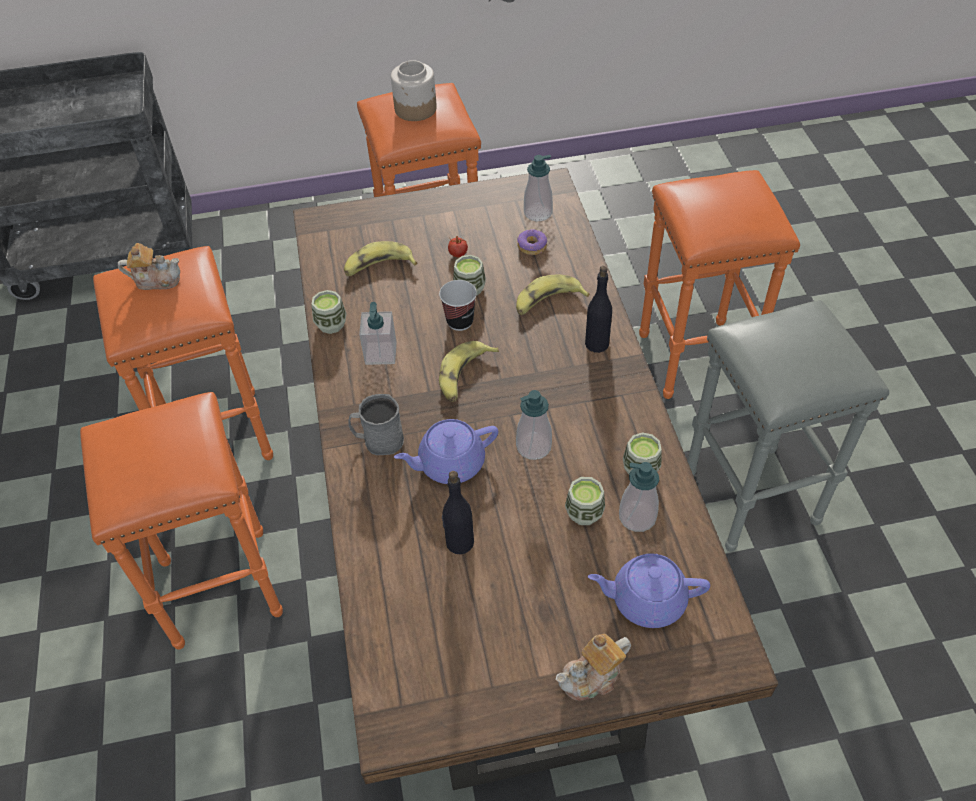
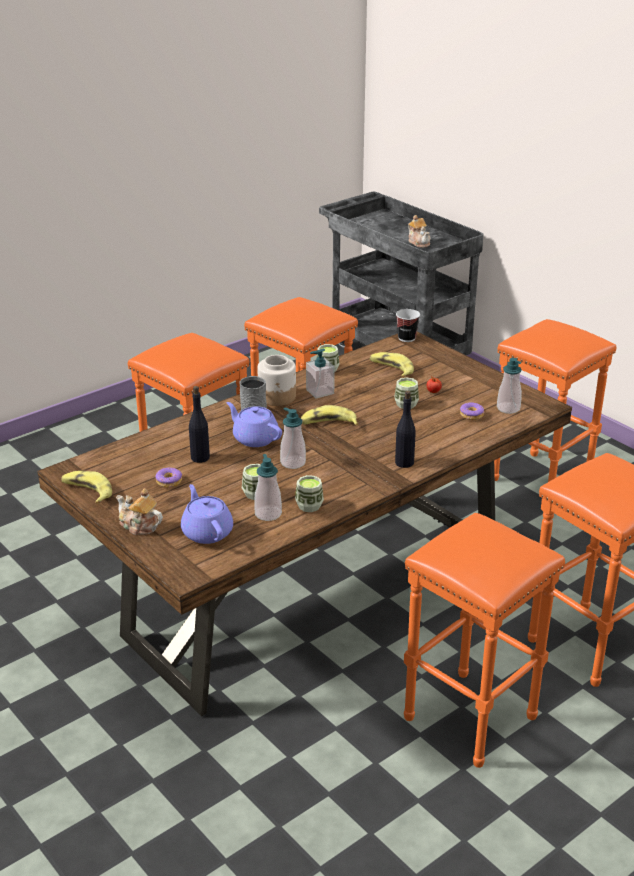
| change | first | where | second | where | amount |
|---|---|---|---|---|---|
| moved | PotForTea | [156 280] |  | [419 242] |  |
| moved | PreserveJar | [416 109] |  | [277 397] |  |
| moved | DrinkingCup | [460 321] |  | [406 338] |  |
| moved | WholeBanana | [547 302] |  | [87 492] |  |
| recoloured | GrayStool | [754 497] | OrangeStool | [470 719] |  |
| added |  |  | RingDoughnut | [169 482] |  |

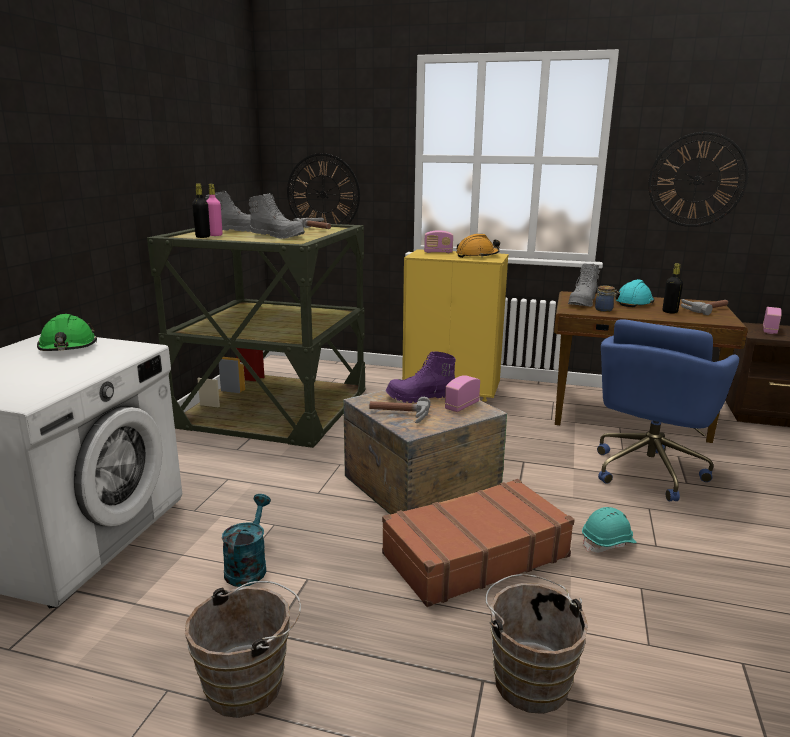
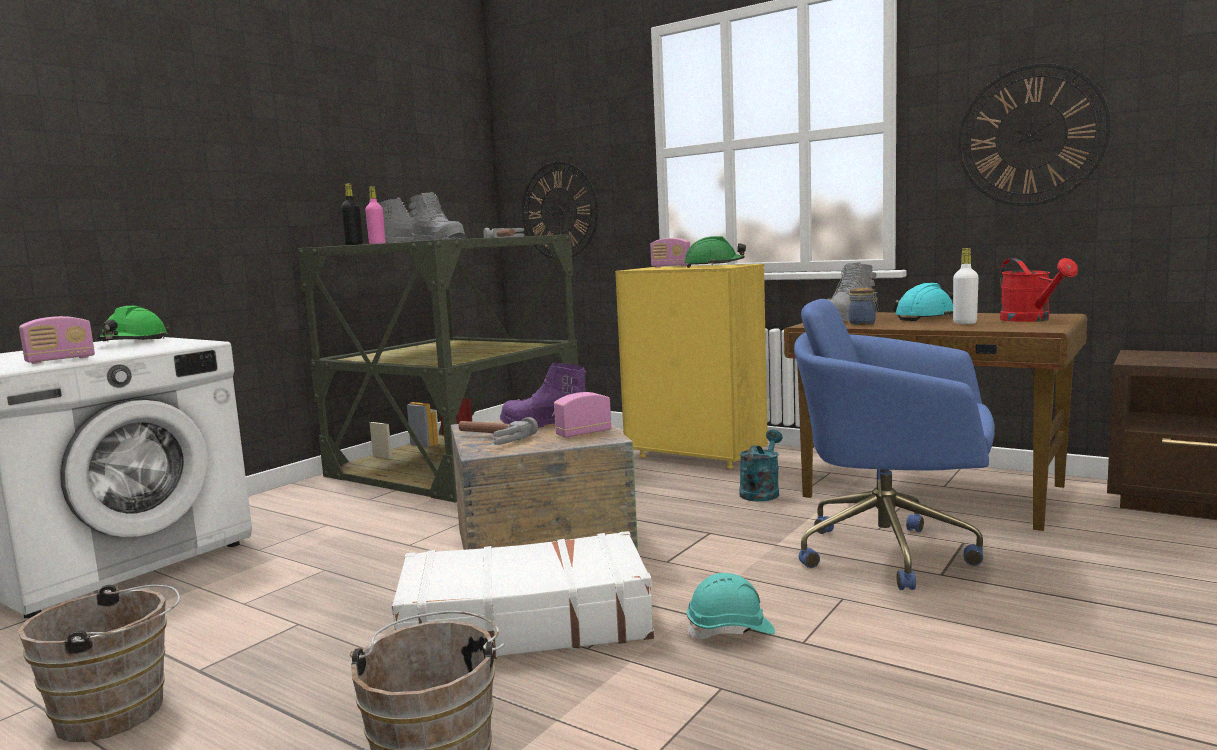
| change | first | where | second | where | amount |
|---|---|---|---|---|---|
| moved | TurquoiseColouredWateringPot | [248 566] |  | [761 492] |  |
| recoloured | BrownTravelCase | [474 555] | WhiteTravelCase | [524 623] |  |
| recoloured | OrangeSafetyHelmet | [477 256] | GreenColouredSafetyHelmet | [714 266] |  |
| turned | BluishComputerChair | [649 470] |  | [893 555] | 60 degrees clockwise |
| recoloured | BlackishDrinkBottle | [670 312] | WhiteDrinkBottle | [964 323] |  |
| replaced | Hammer | [704 309] | RedWateringPot | [1031 320] |  |
| moved | RadioSet | [769 330] |  | [60 360] |  |

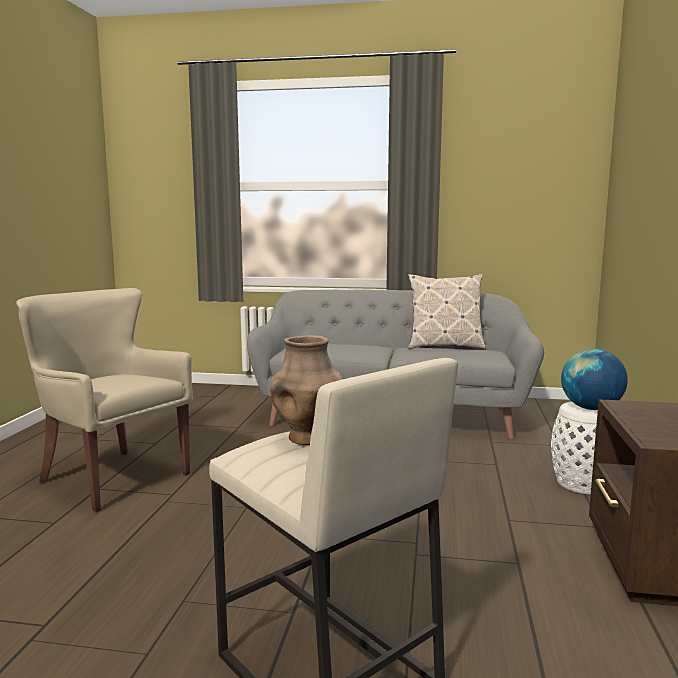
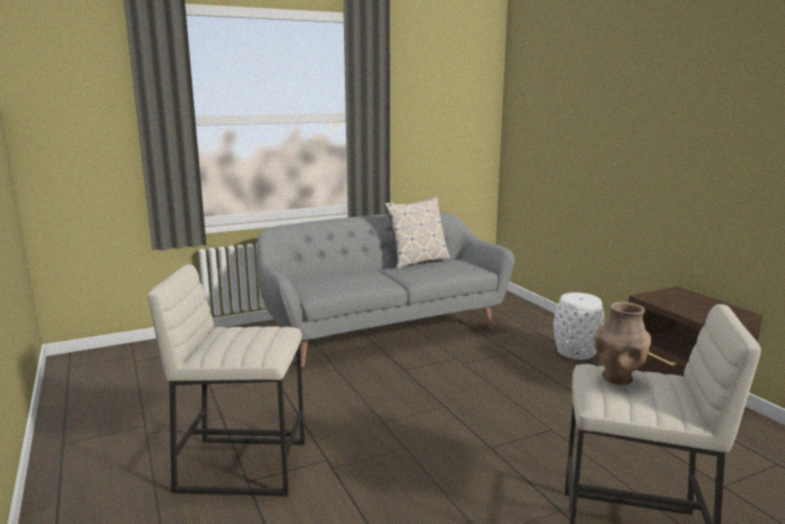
| change | first | where | second | where | amount |
|---|---|---|---|---|---|
| replaced | BeigeArmchair | [112 477] | BeigeStool | [242 466] |  |
| removed | WorldGlobe | [591 408] |  |  |  |

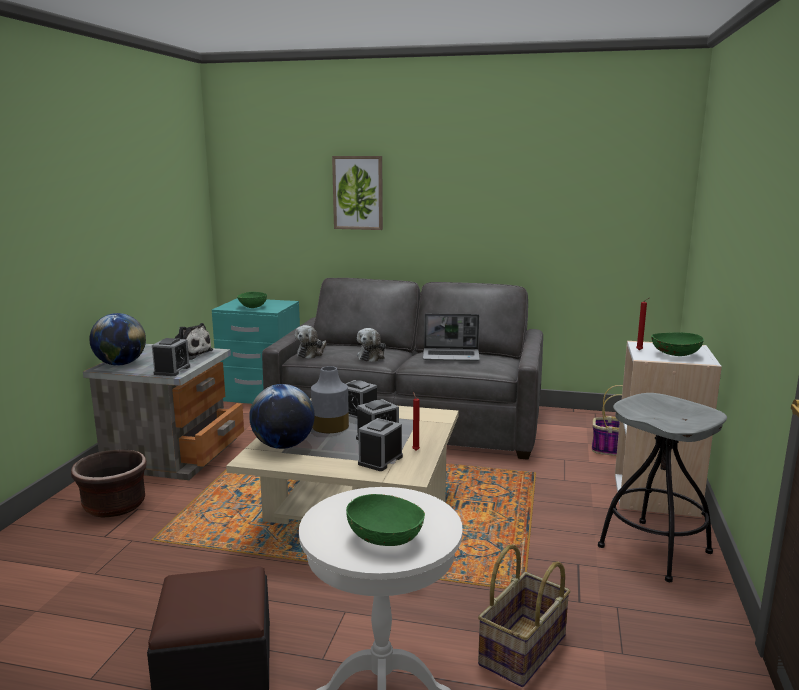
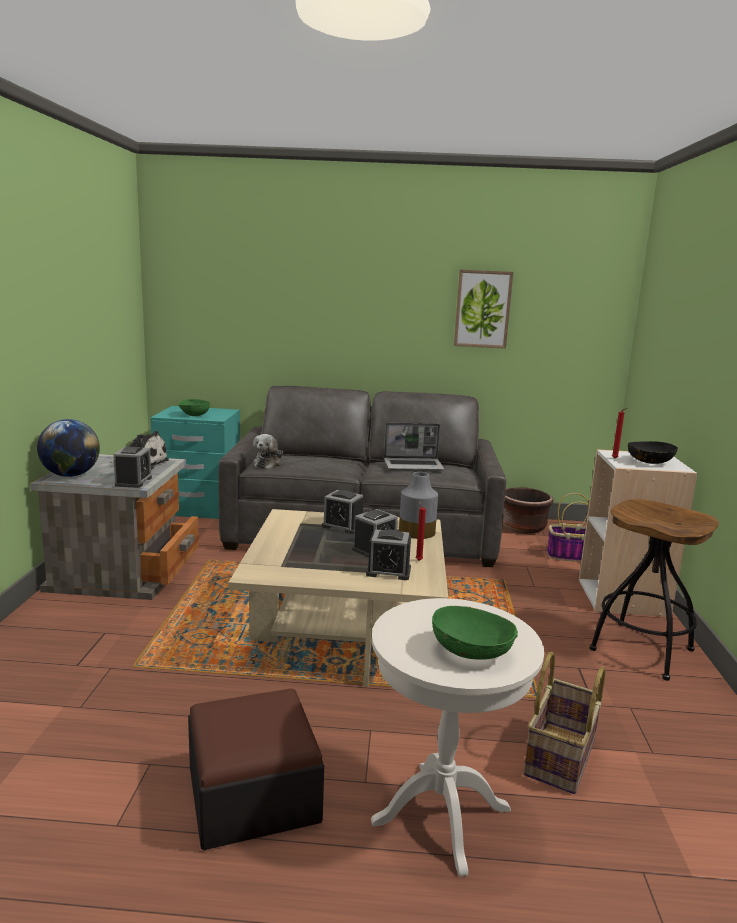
| change | first | where | second | where | amount |
|---|---|---|---|---|---|
| moved | BrownPlantPot | [114 506] |  | [522 527] |  |
| removed | WorldGlobe | [283 446] |  |  |  |
| moved | GrayDecorativeVase | [330 426] |  | [416 531] |  |
| moved | WallPicture | [358 193] |  | [482 309] |  |
| removed | CuddlyToy | [372 356] |  |  |  |
| turned | AlarmClock | [380 460] |  | [388 571] | 105 degrees counterclockwise |
| recoloured | GrayStool | [655 549] | BrownStool | [642 649] |  |
| recoloured | GreenColouredServingBowl | [675 355] | BlackishServingBowl | [649 463] |  |

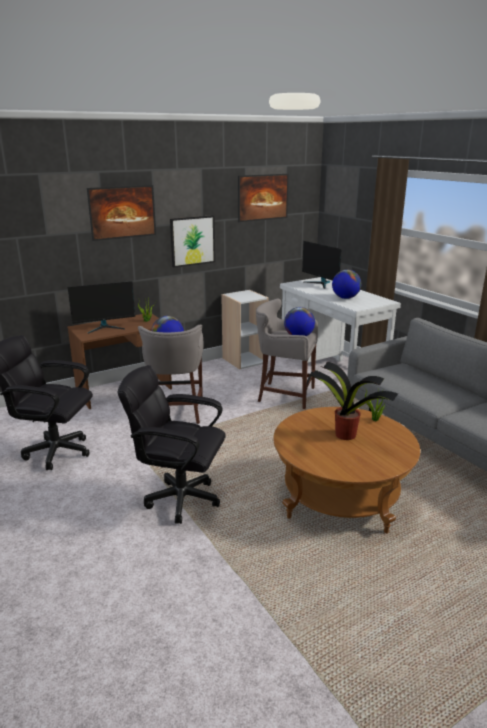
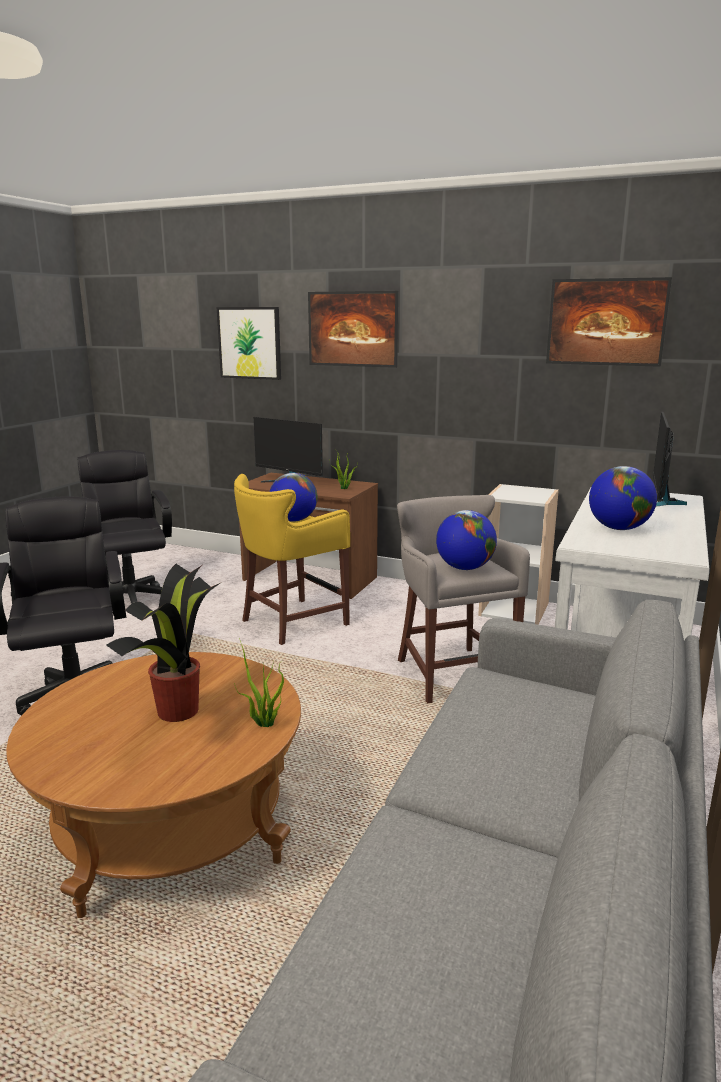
| change | first | where | second | where | amount |
|---|---|---|---|---|---|
| recoloured | GrayStool | [175 413] | YellowStool | [291 622] |  |
| moved | WallPicture | [192 241] |  | [250 343] |  |

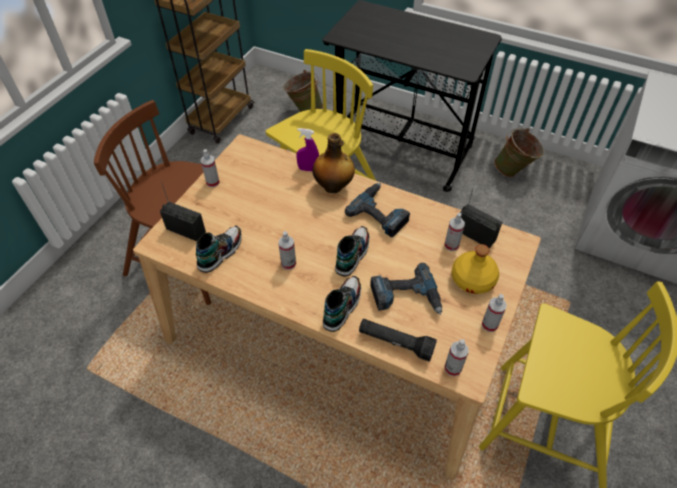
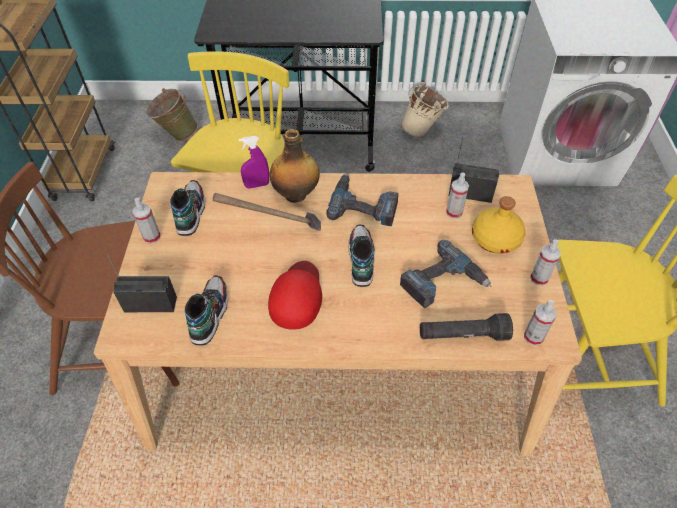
| change | first | where | second | where | amount |
|---|---|---|---|---|---|
| replaced | HandSprayer | [288 263] | RedCap | [297 296] |  |
| moved | LowShoe | [342 307] |  | [190 213] |  |
| recoloured | GreenColouredBucket | [514 172] | BeigeBucket | [422 131] |  |
| added |  |  | Hammer | [277 234] |  |

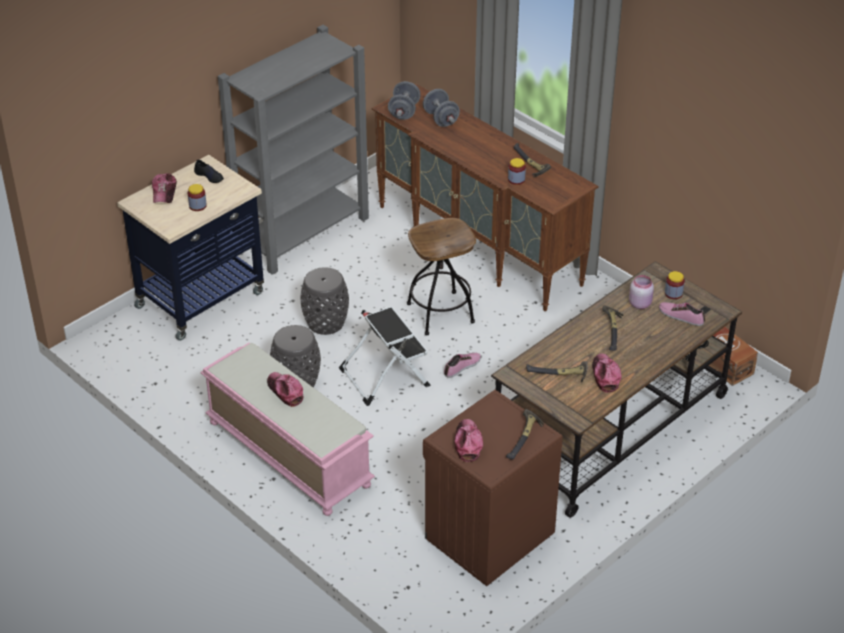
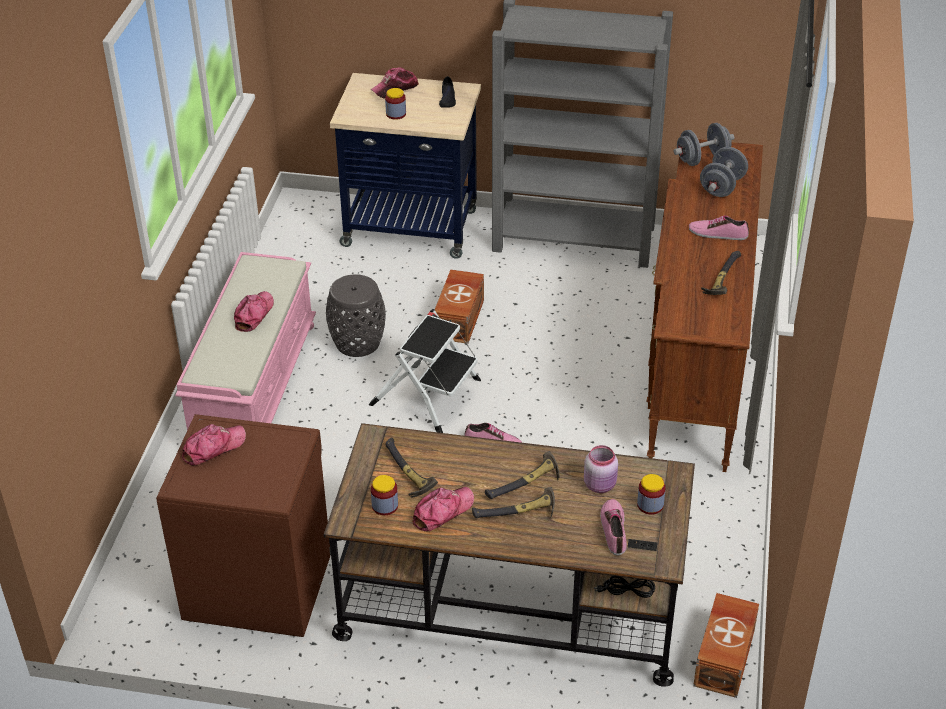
| change | first | where | second | where | amount |
|---|---|---|---|---|---|
| replaced | GrayStool | [326 323] | BrownStorageContainer | [460 318] |  |
| removed | BrownStool | [441 312] |  |  |  |
| moved | Hammer | [524 439] |  | [517 514] |  |
| moved | PreserveJar | [516 179] |  | [385 506] |  |
| added |  |  | LowShoe | [718 233] |  |

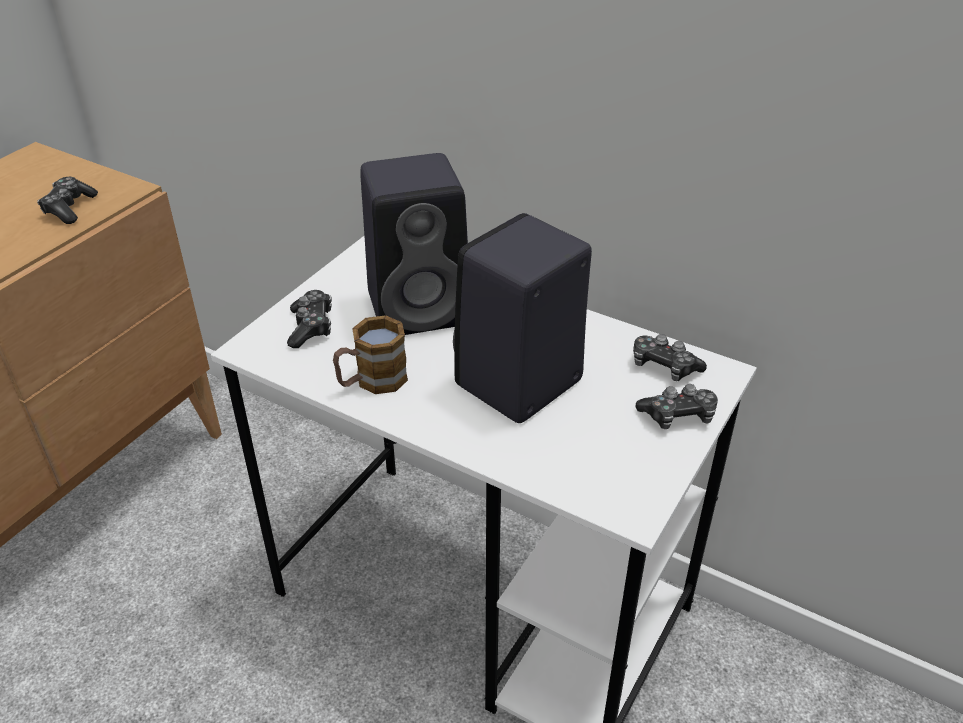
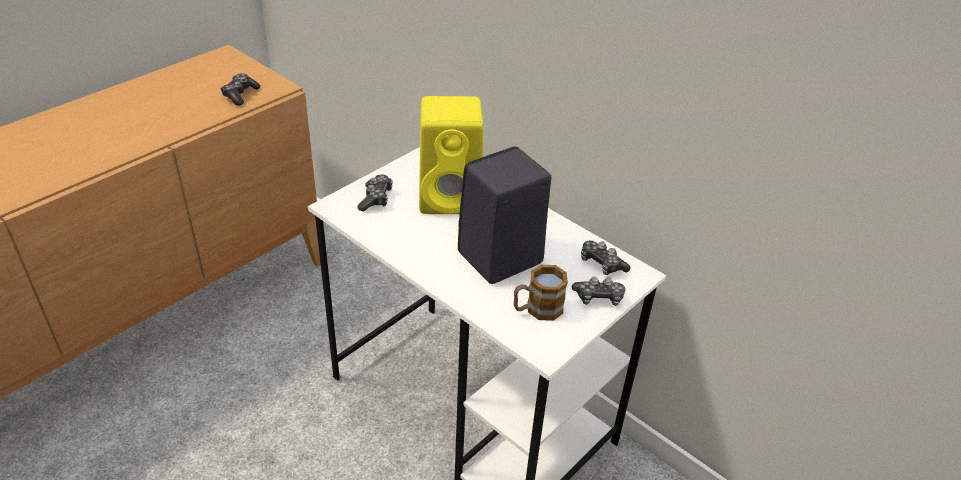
| change | first | where | second | where | amount |
|---|---|---|---|---|---|
| moved | TeaMug | [372 381] |  | [537 309] |  |
| recoloured | BlackishSpeaker | [422 307] | YellowSpeaker | [452 197] |  |

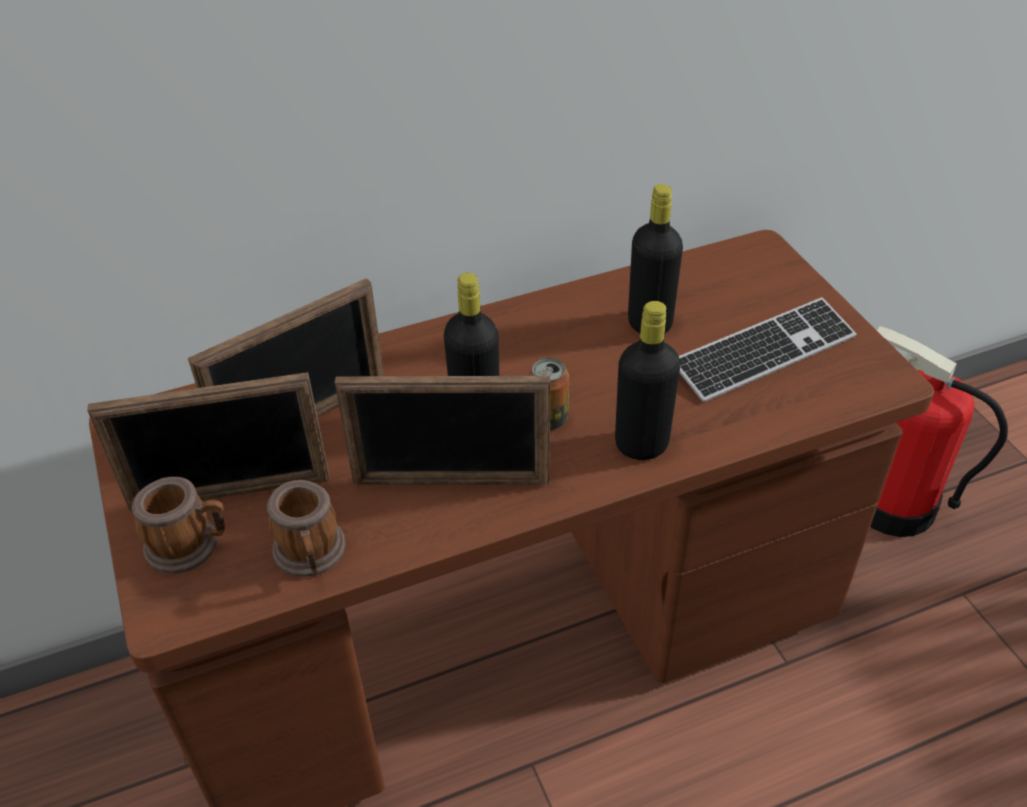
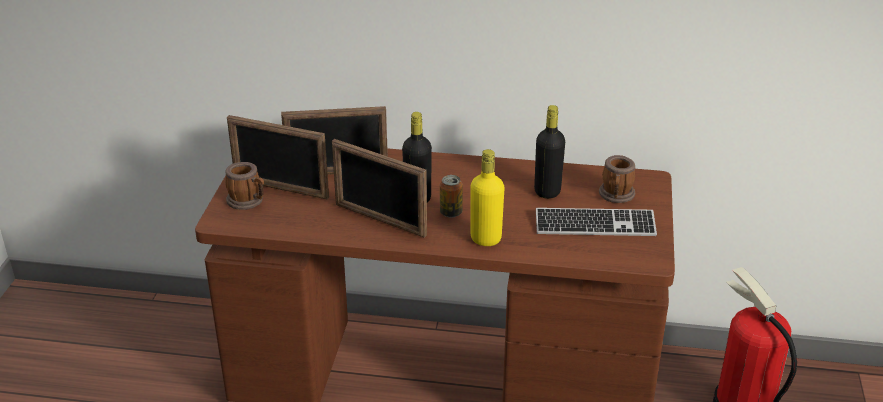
| change | first | where | second | where | amount |
|---|---|---|---|---|---|
| moved | TeaMug | [311 555] |  | [616 196] |  |
| recoloured | BlackishDrinkBottle | [641 444] | YellowDrinkBottle | [486 239] |  |

